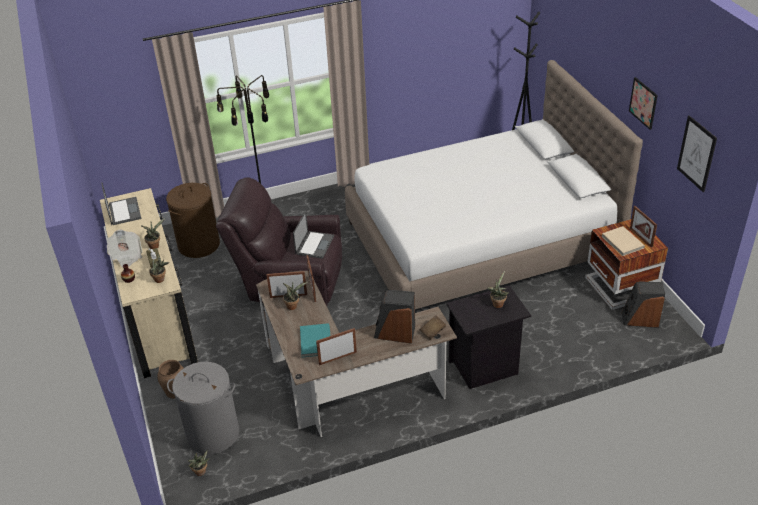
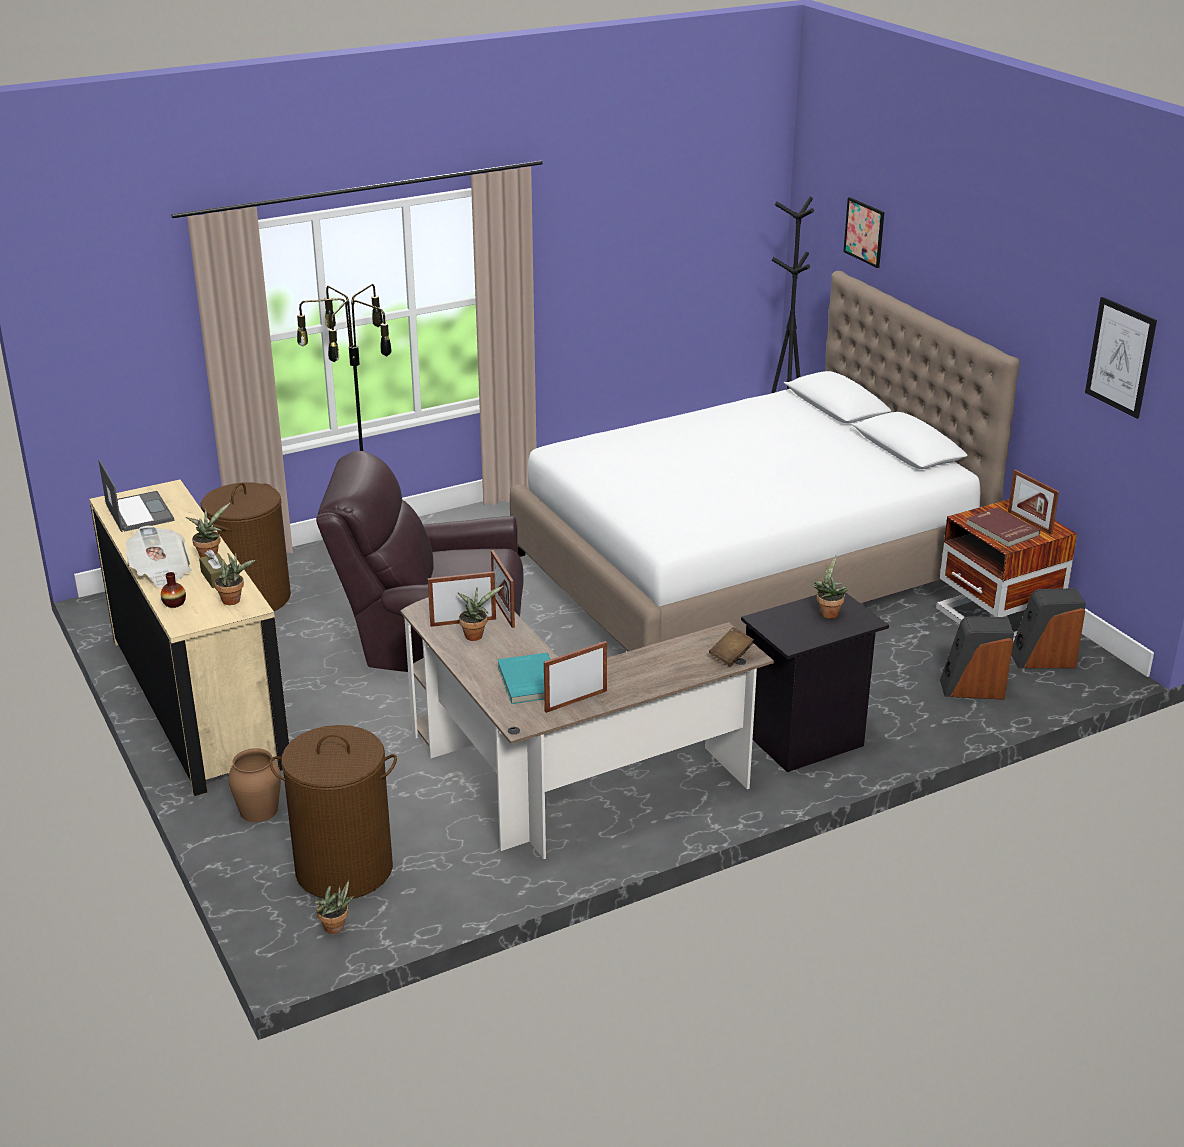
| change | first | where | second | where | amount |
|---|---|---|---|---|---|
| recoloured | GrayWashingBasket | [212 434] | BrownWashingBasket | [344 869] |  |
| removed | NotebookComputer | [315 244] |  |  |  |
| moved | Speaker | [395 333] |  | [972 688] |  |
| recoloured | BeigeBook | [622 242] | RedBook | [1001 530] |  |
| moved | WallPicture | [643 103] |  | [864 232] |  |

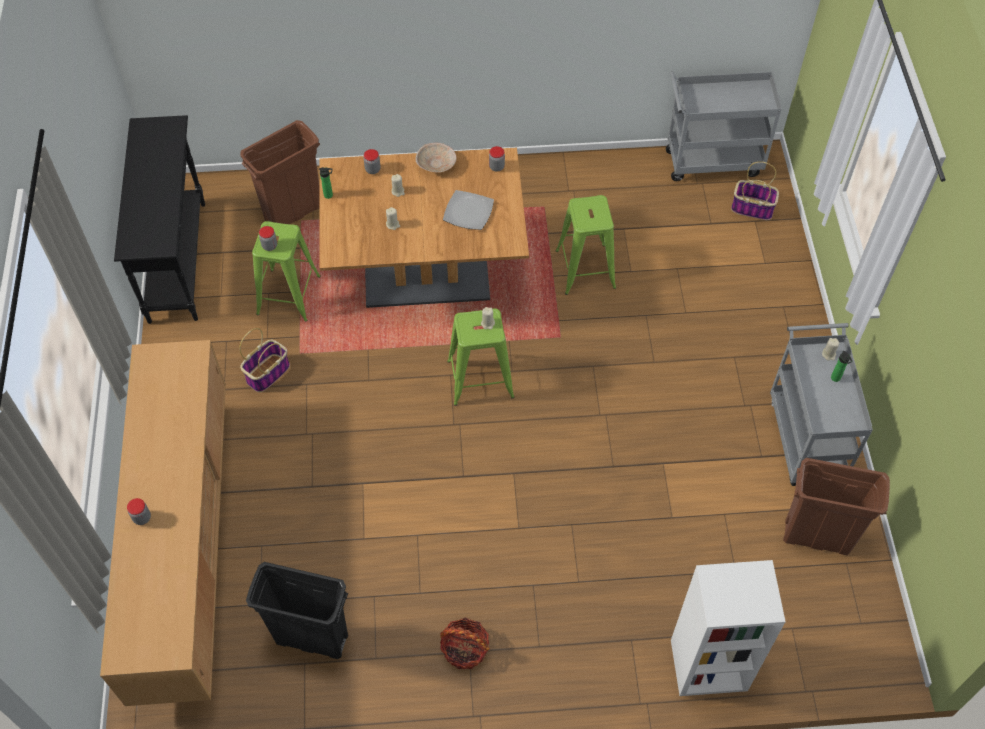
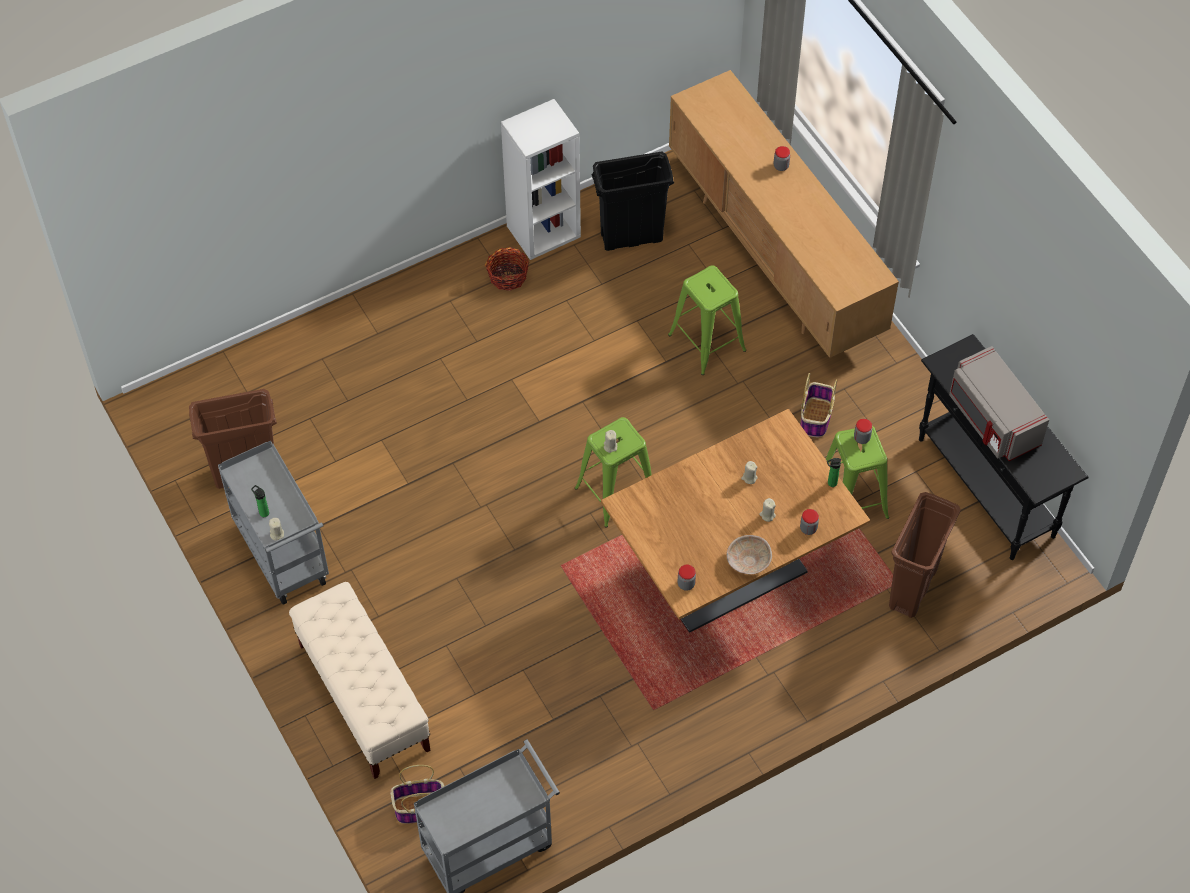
| change | first | where | second | where | amount |
|---|---|---|---|---|---|
| removed | Plate | [468 212] |  |  |  |
| moved | GreenColouredStool | [585 268] |  | [707 343] |  |
| moved | WhiteBookcase | [708 666] |  | [544 231] |  |
| added |  |  | BeigeIndoorBench | [364 697] |  |
| added |  |  | GrayMicrowave | [992 420] |  |

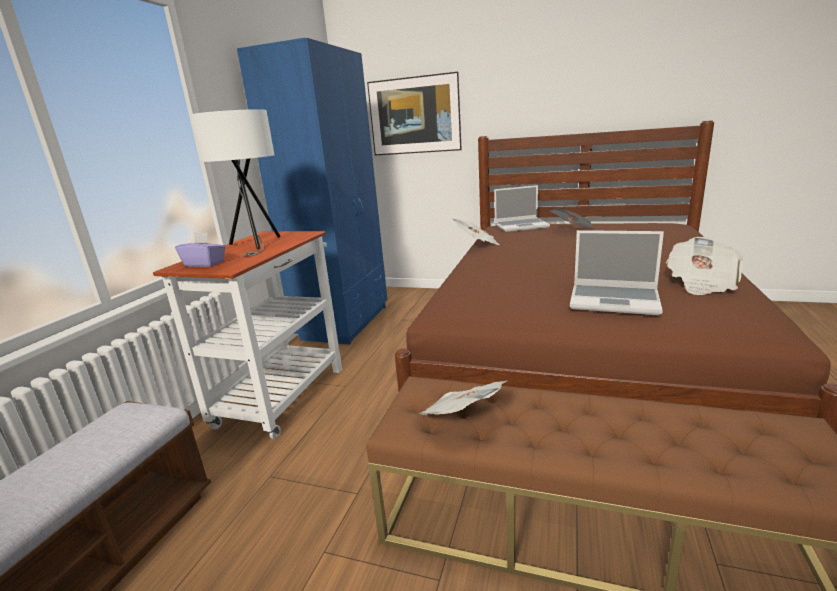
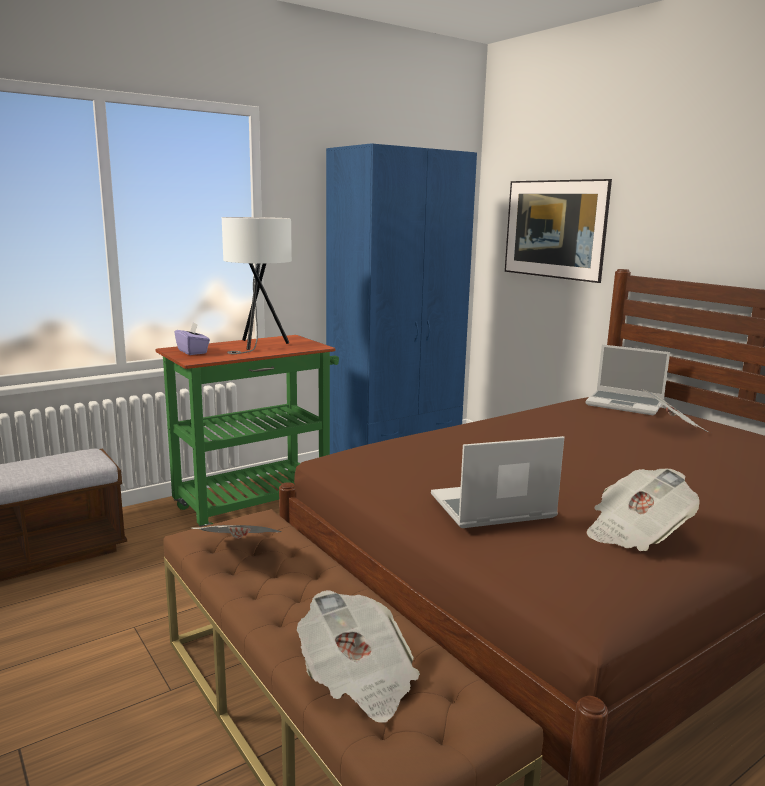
| change | first | where | second | where | amount |
|---|---|---|---|---|---|
| recoloured | WhiteCart | [283 396] | GreenColouredCart | [255 506] |  |
| moved | Newspaper | [477 244] |  | [358 680] |  |
| turned | NotebookComputer | [615 300] |  | [491 508] | 105 degrees clockwise |

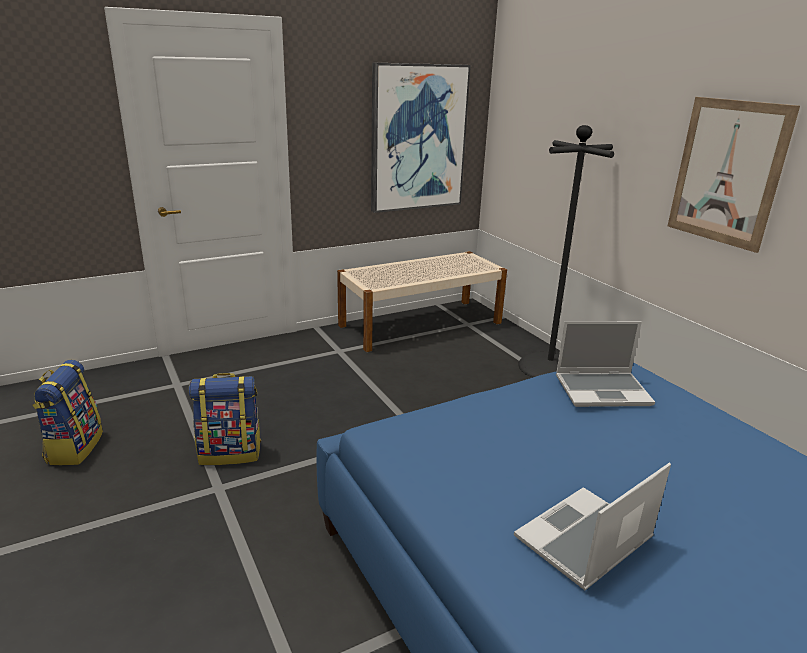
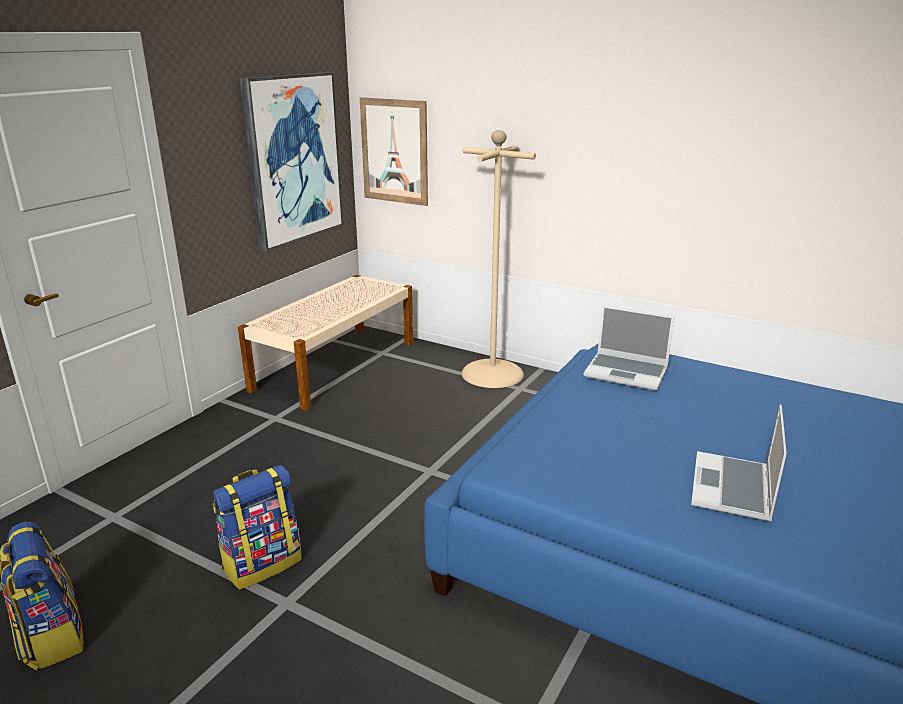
| change | first | where | second | where | amount |
|---|---|---|---|---|---|
| recoloured | BlackishClothesRack | [549 367] | BeigeClothesRack | [492 374] |  |
| turned | NotebookComputer | [603 390] |  | [627 372] | 60 degrees clockwise |
| moved | WallPicture | [727 172] |  | [394 151] |  |

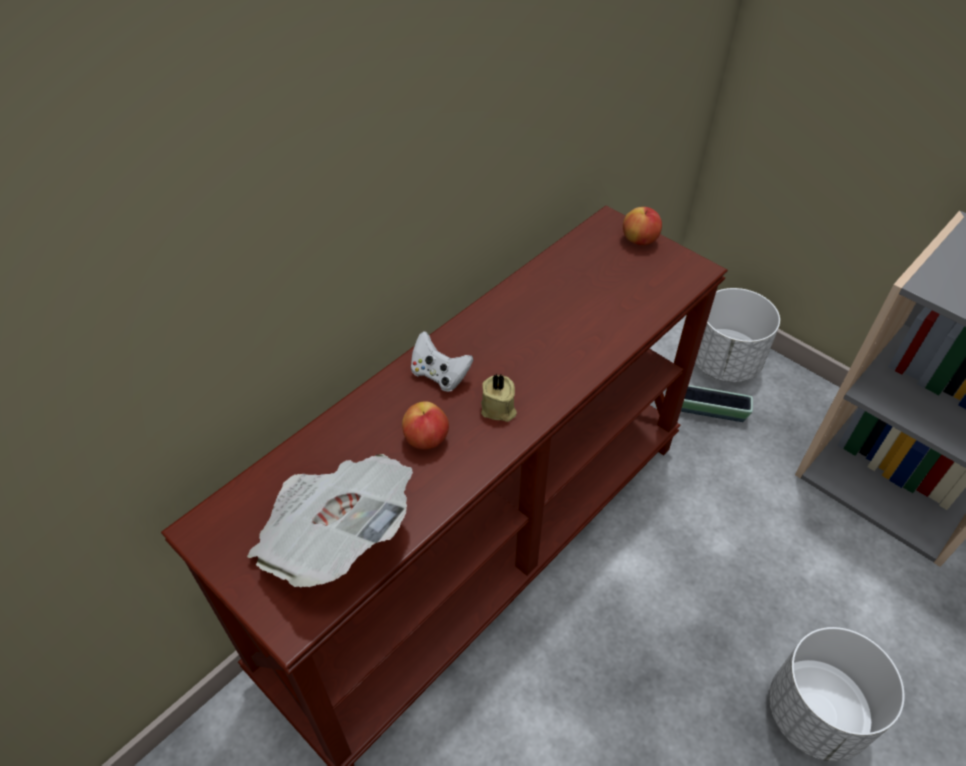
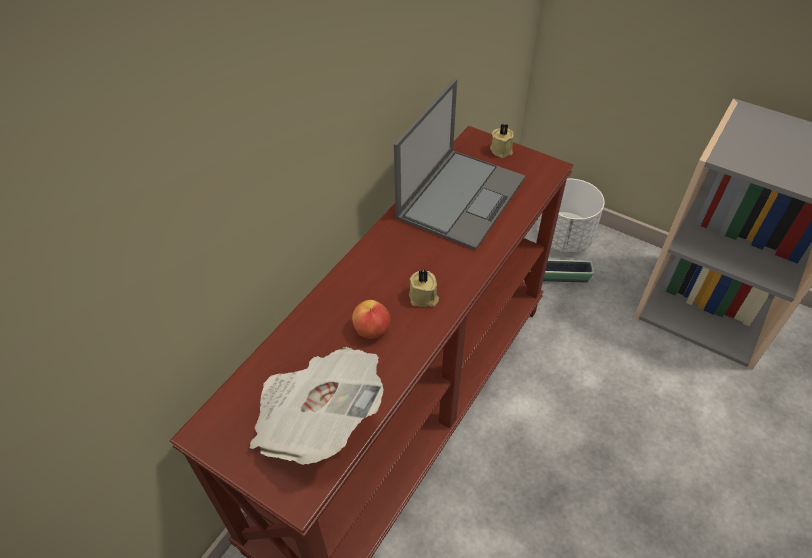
| change | first | where | second | where | amount |
|---|---|---|---|---|---|
| removed | WhiteJoypad | [439 375] |  |  |  |
| replaced | Apple | [640 240] | BeigeCandle | [501 150] |  |
| removed | WhitePlantPot | [816 713] |  |  |  |
| added |  |  | NotebookComputer | [461 196] |  |

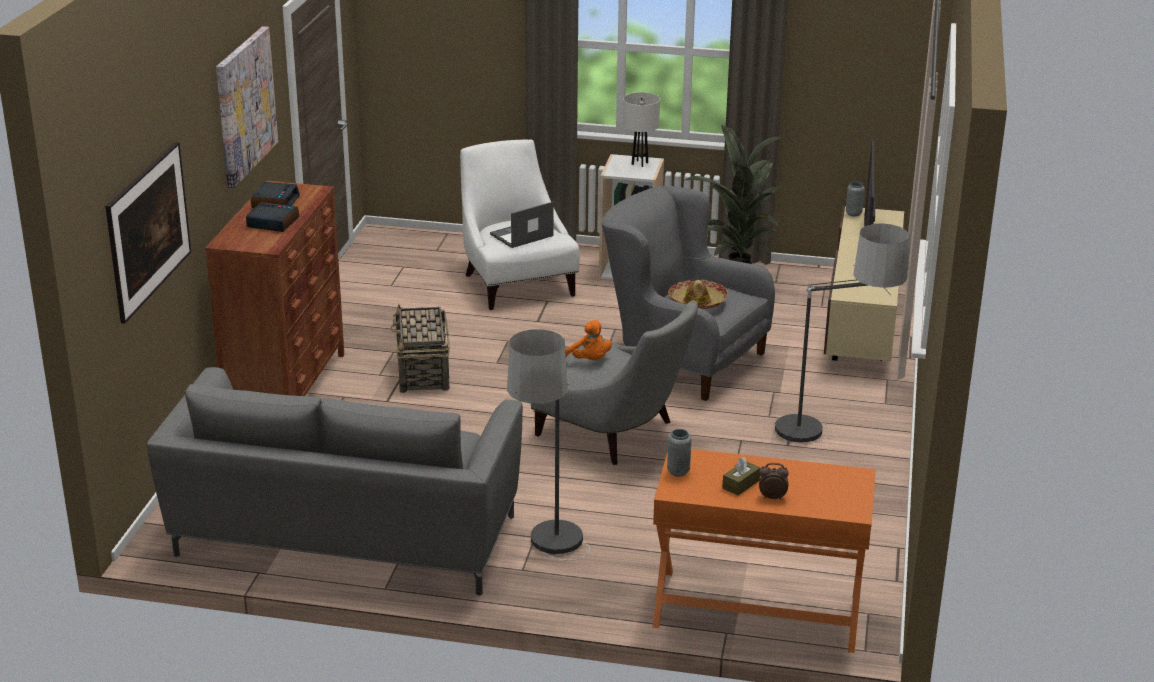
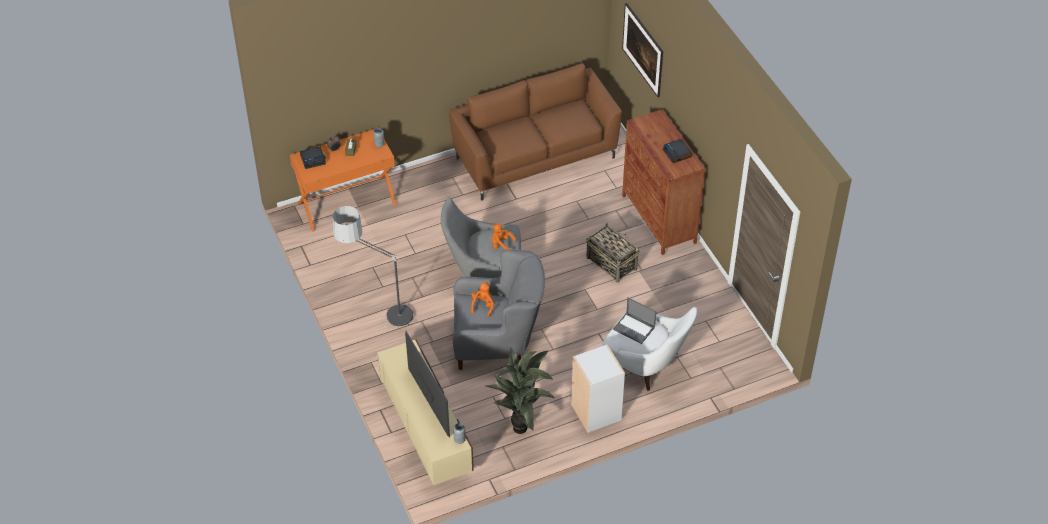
| change | first | where | second | where | amount |
|---|---|---|---|---|---|
| recoloured | GraySofa | [345 537] | BrownSofa | [535 157] |  |
| removed | WallPicture | [244 105] |  |  |  |
| moved | AlarmClock | [272 222] |  | [313 159] |  |
| turned | NotebookComputer | [521 235] |  | [634 328] | 105 degrees clockwise |
| removed | StandingLamp | [550 565] |  |  |  |
| removed | WhiteLampForATable | [639 163] |  |  |  |
| replaced | ClothingHat | [697 301] | OrangeCuddlyToy | [483 305] |  |

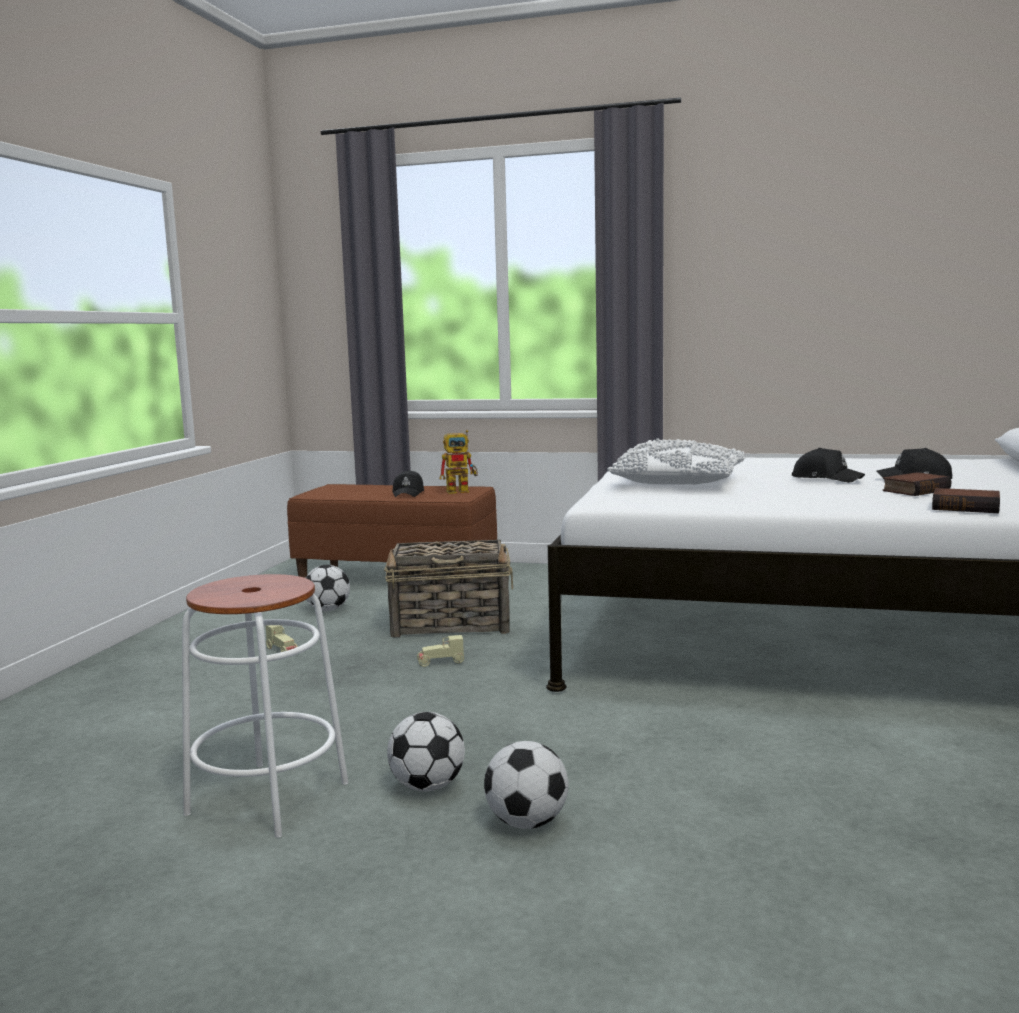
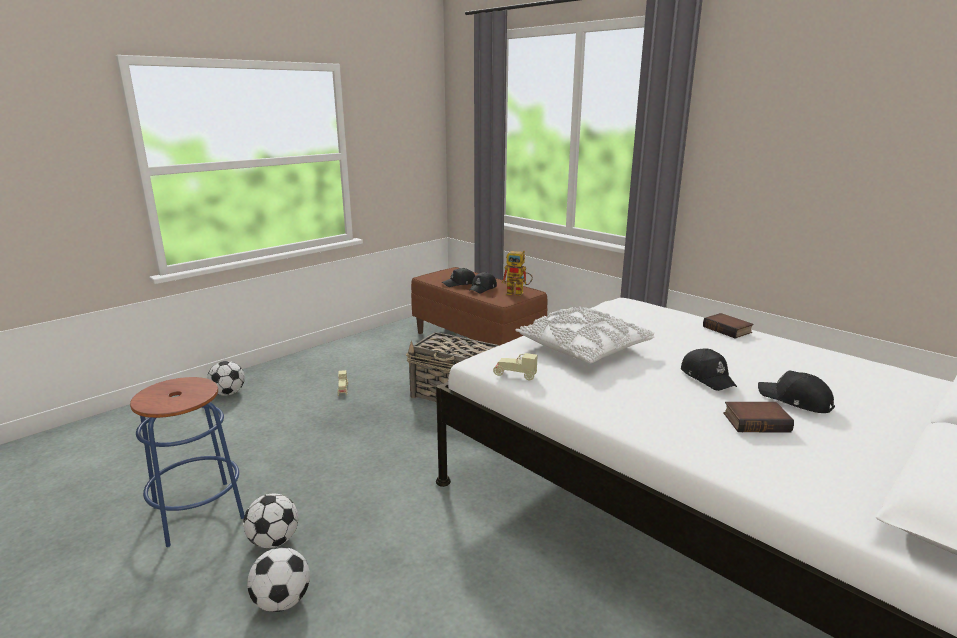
| change | first | where | second | where | amount |
|---|---|---|---|---|---|
| recoloured | WhiteStool | [268 798] | BluishStool | [198 512] |  |
| moved | FootballBall | [328 610] |  | [228 393] |  |
| moved | BeigeMiniatureCar | [440 663] |  | [514 375] |  |
| moved | Book | [966 507] |  | [728 329] |  |
| added |  |  | BlackishCap | [460 283] |  |

